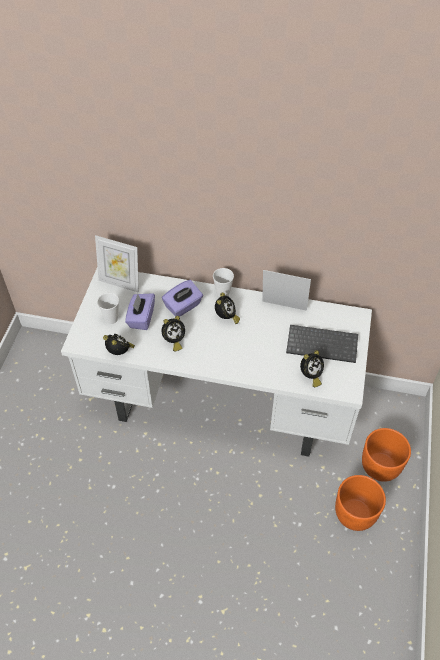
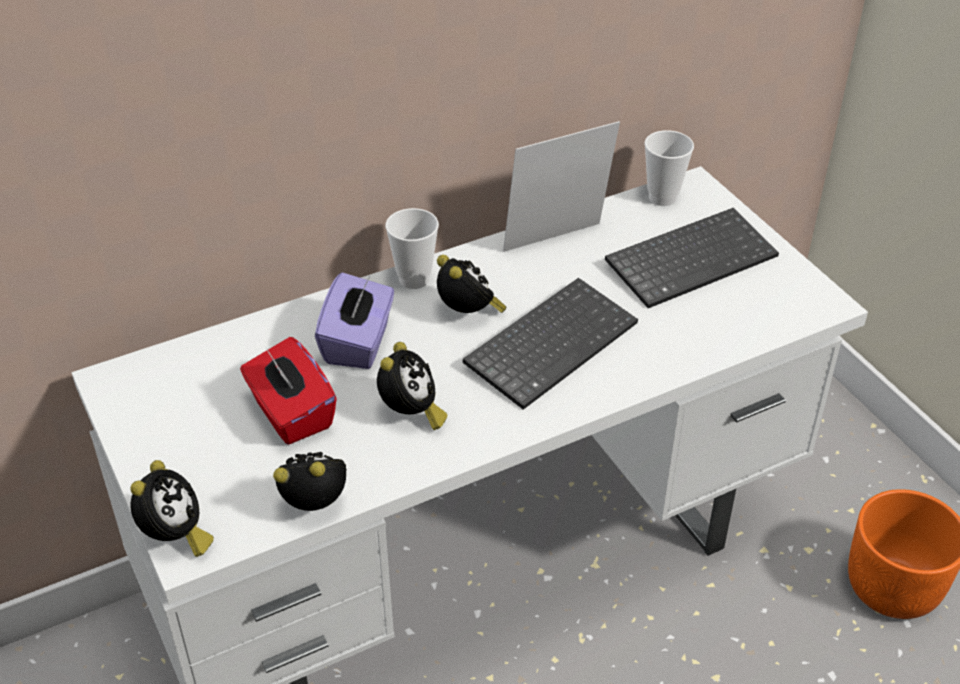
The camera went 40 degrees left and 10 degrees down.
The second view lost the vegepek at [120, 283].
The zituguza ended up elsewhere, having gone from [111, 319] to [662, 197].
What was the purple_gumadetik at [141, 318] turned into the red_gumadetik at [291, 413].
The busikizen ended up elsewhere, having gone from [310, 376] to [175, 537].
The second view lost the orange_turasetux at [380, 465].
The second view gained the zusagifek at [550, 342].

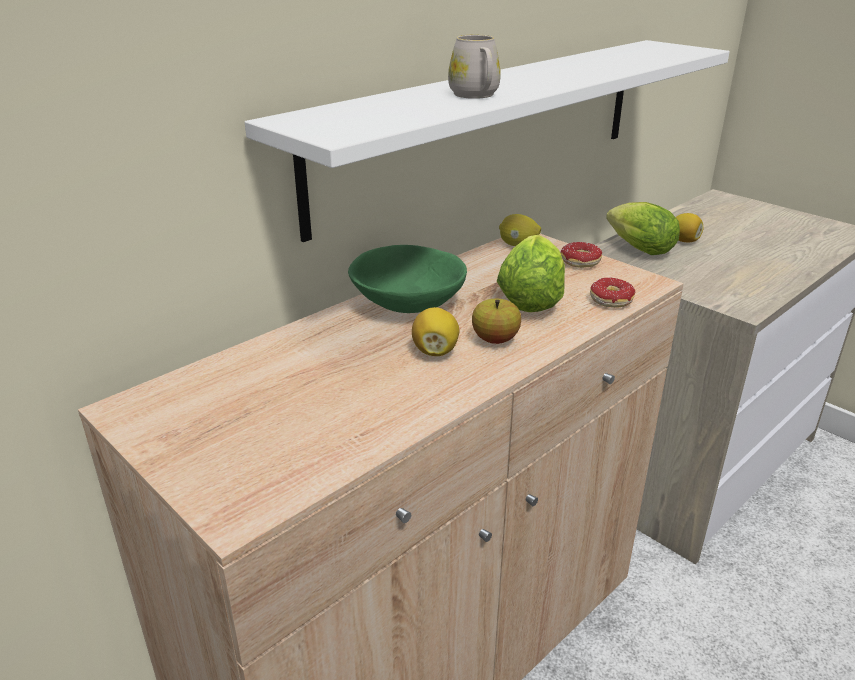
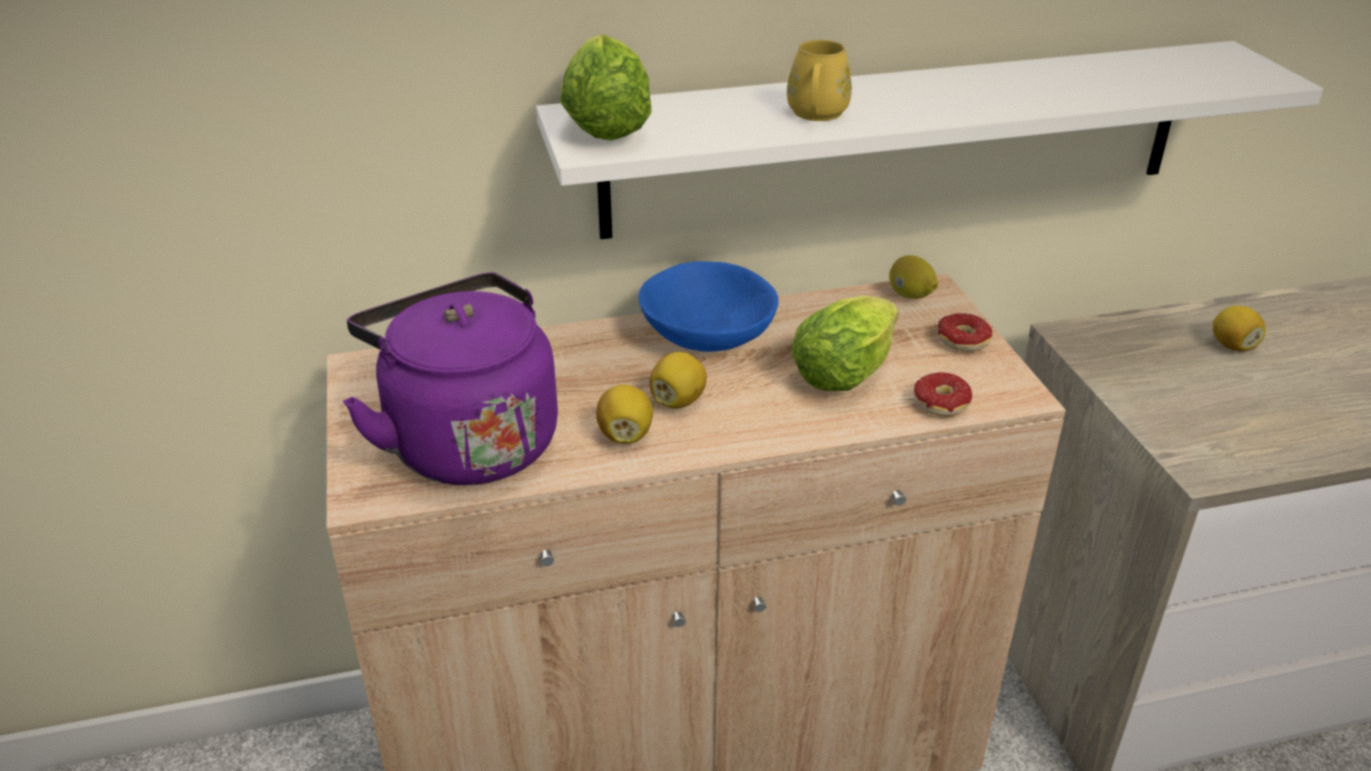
The camera went 30 degrees right and 5 degrees up.
What was the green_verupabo at [406, 302] turned into the blue_verupabo at [706, 334].
What was the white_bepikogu at [476, 96] turned into the yellow_bepikogu at [816, 115].
The second view lost the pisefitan at [495, 339].
The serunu ended up elsewhere, having gone from [636, 248] to [605, 124].
The second view gained the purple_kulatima at [467, 440].
The second view gained the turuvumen at [625, 435].

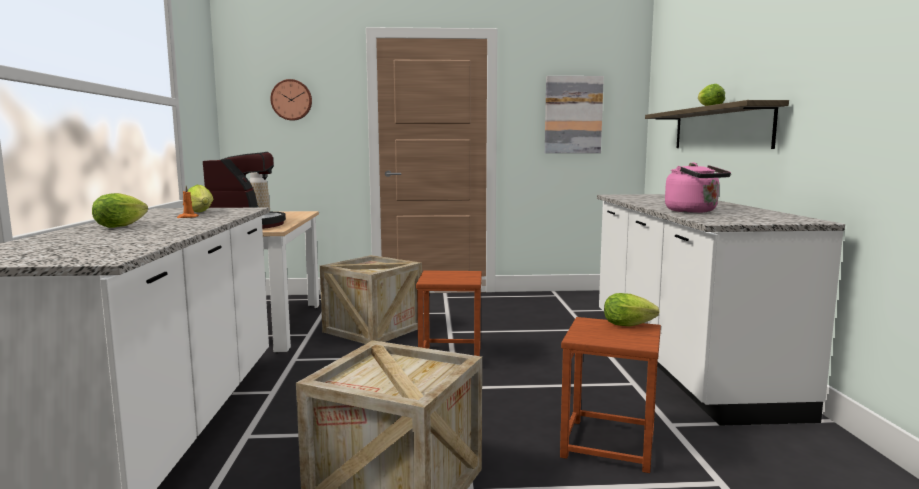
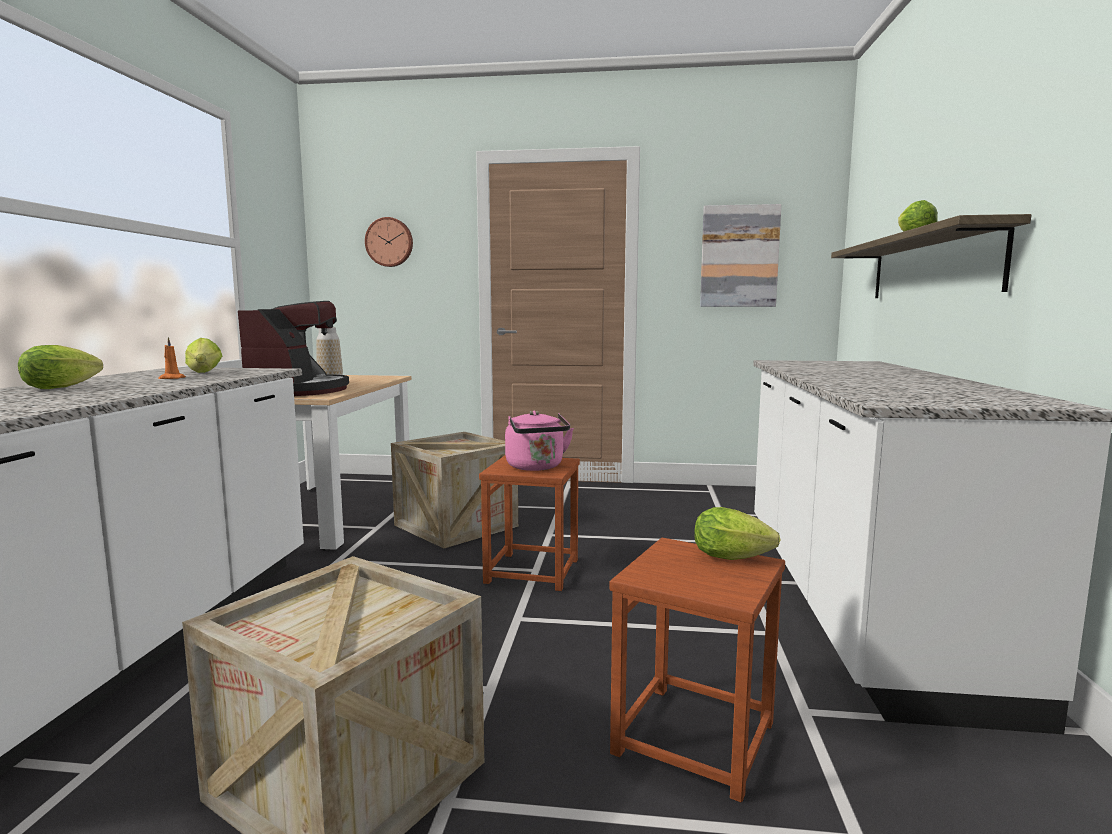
The camera went 10 degrees right and 0 degrees up.
The pink_kulatima ended up elsewhere, having gone from [694, 211] to [536, 467].

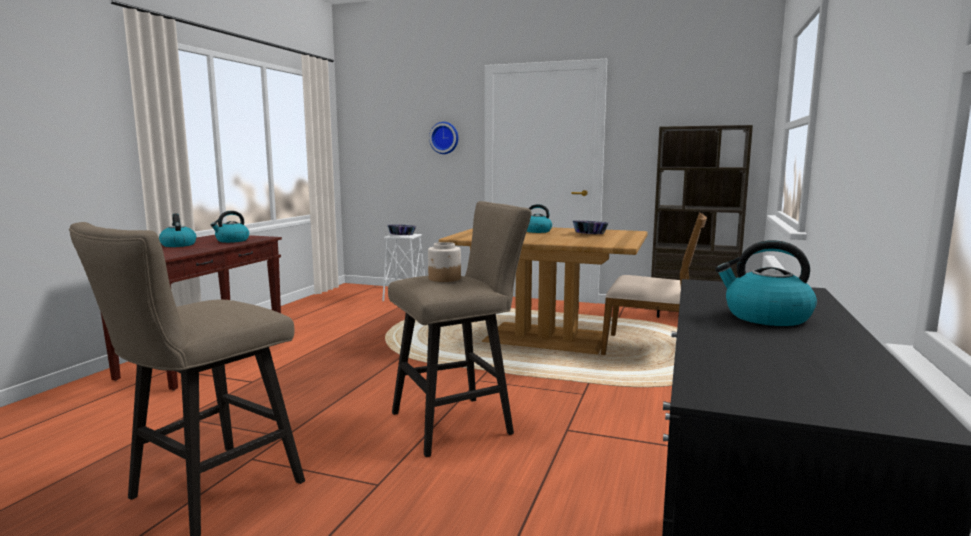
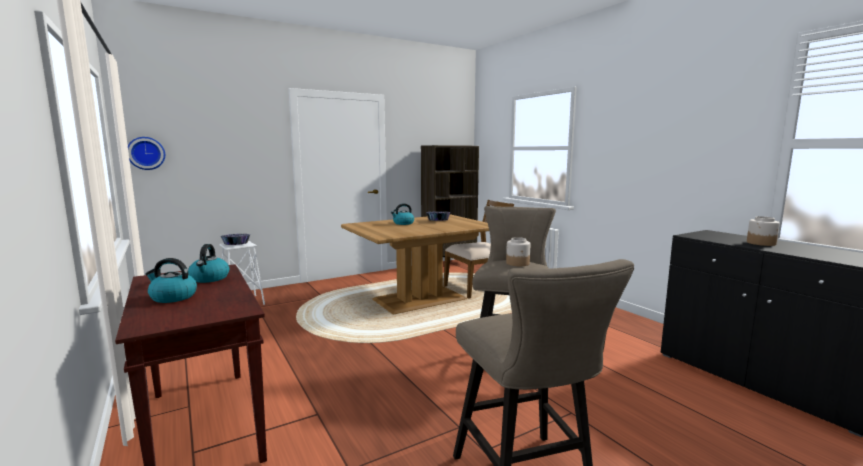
The camera went 50 degrees left and 0 degrees up.
The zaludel ended up elsewhere, having gone from [444, 138] to [146, 153].
Where the kulatima stood at [765, 317], the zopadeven came to stand at [761, 243].

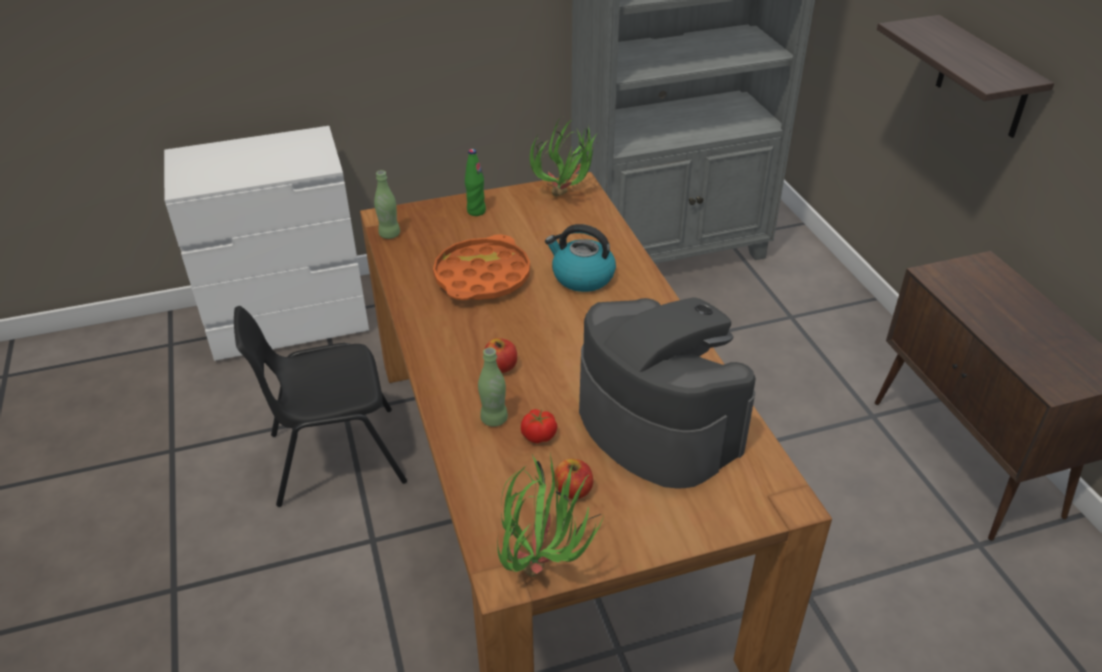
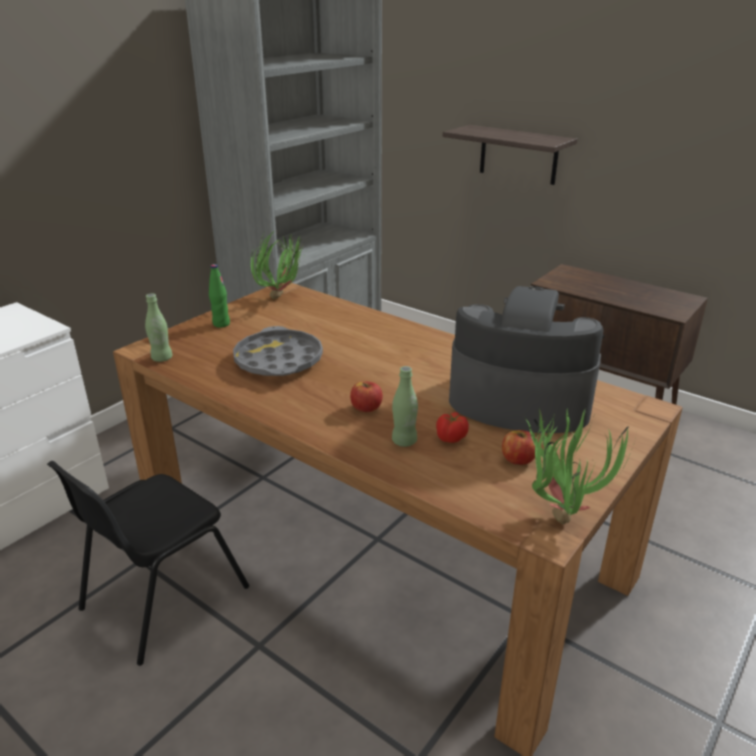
The camera went 35 degrees left and 10 degrees down.
What was the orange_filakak at [482, 277] turned into the grey_filakak at [278, 360].
The second view lost the kulatima at [582, 277].

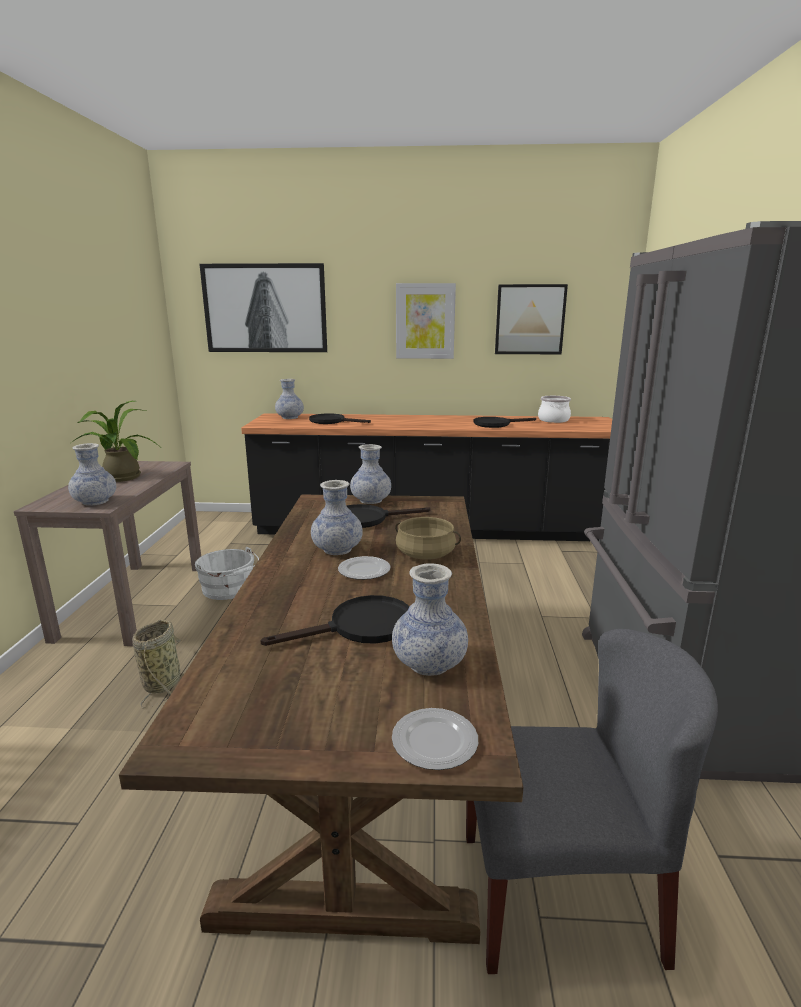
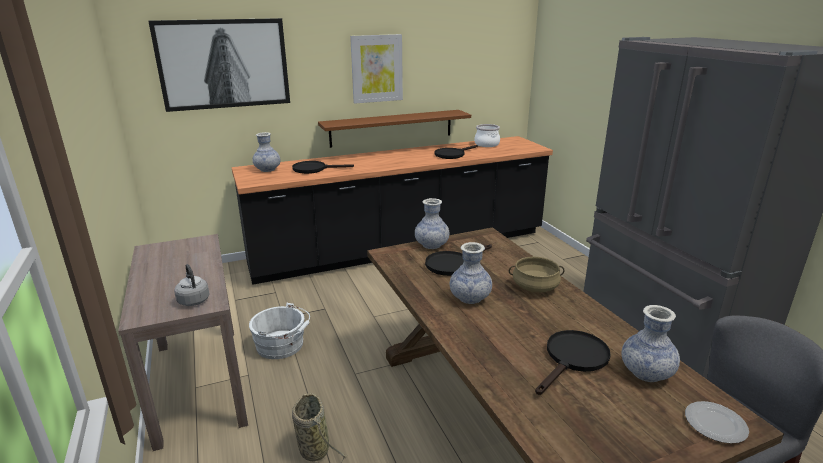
The camera went 25 degrees left and 5 degrees up.
Where the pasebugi stood at [95, 502], the grey_kulatima came to stand at [193, 300].
The second view lost the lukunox at [120, 476].
The second view lost the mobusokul at [364, 570].
The second view lost the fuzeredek at [530, 319].
The second view gained the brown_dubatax at [392, 128].

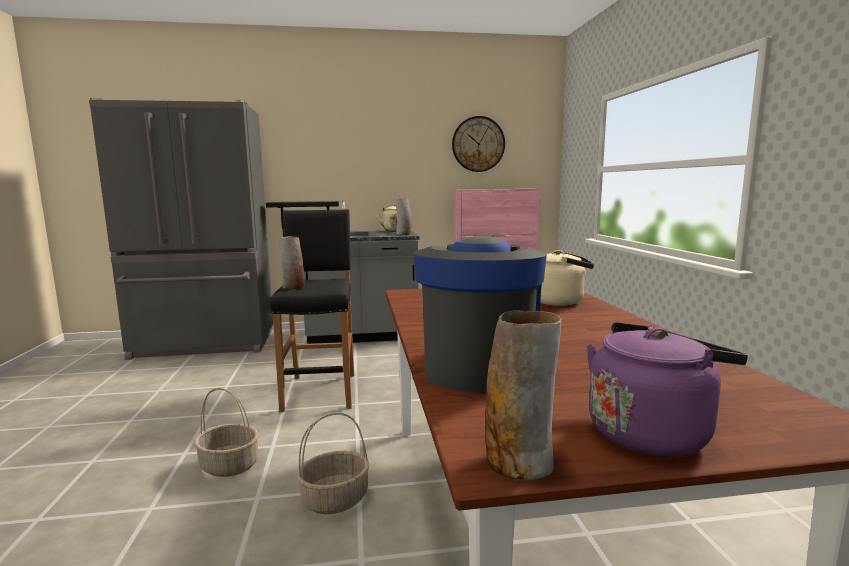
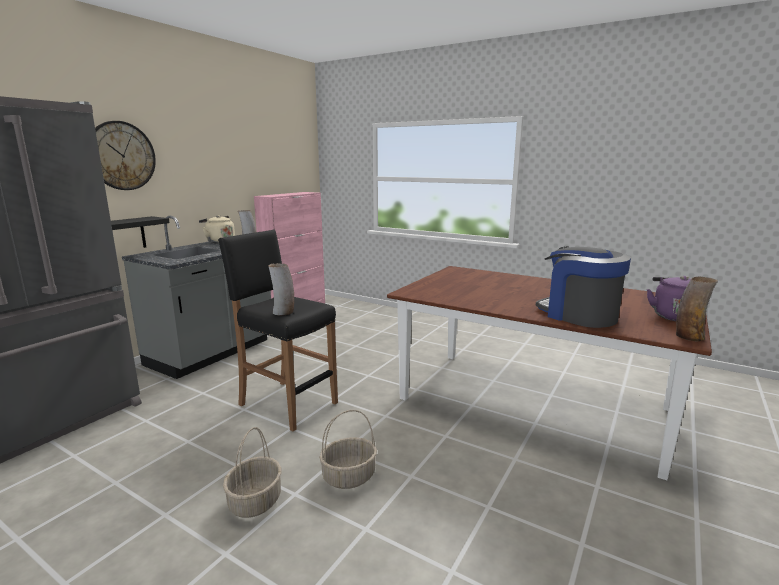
The camera went 50 degrees left and 5 degrees up.
The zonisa ended up elsewhere, having gone from [334, 500] to [255, 502].
The zaludel ended up elsewhere, having gone from [478, 144] to [121, 156].
The second view lost the beige_kulatima at [560, 301].

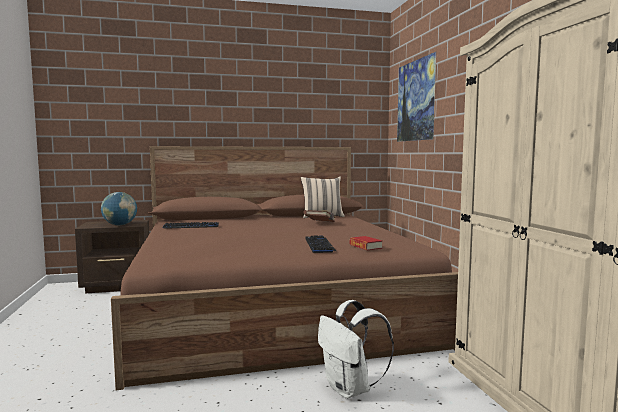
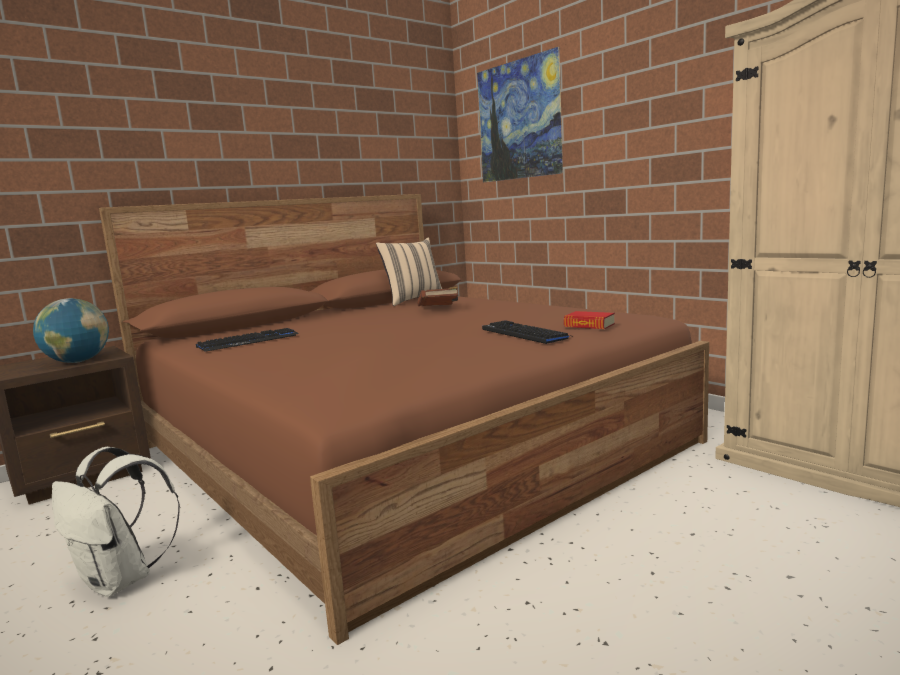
The camera went 25 degrees left and 5 degrees up.
The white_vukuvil ended up elsewhere, having gone from [350, 389] to [121, 580].

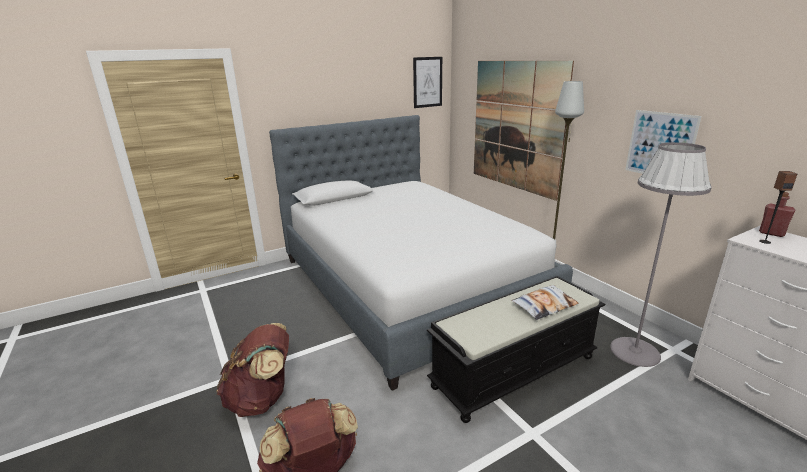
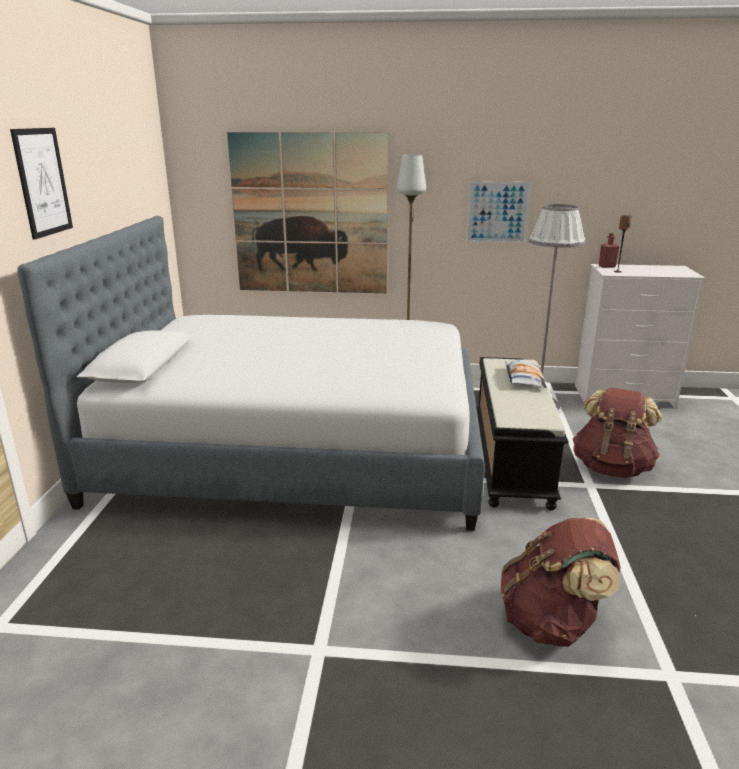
The camera went 55 degrees left and 0 degrees up.
The brown_vukuvil ended up elsewhere, having gone from [262, 398] to [611, 468].
The fuzeredek ended up elsewhere, having gone from [427, 82] to [42, 182].

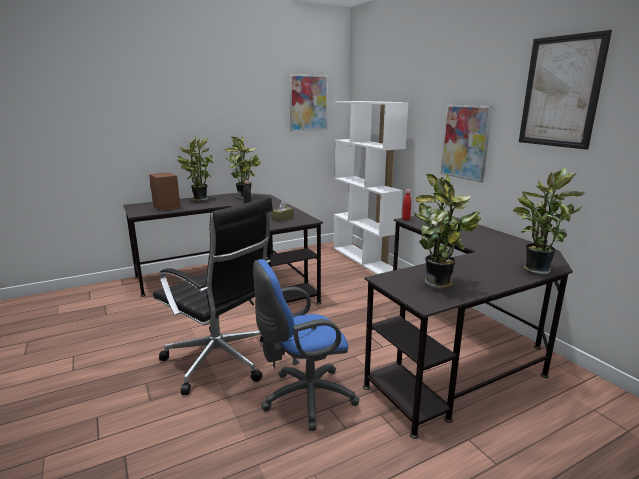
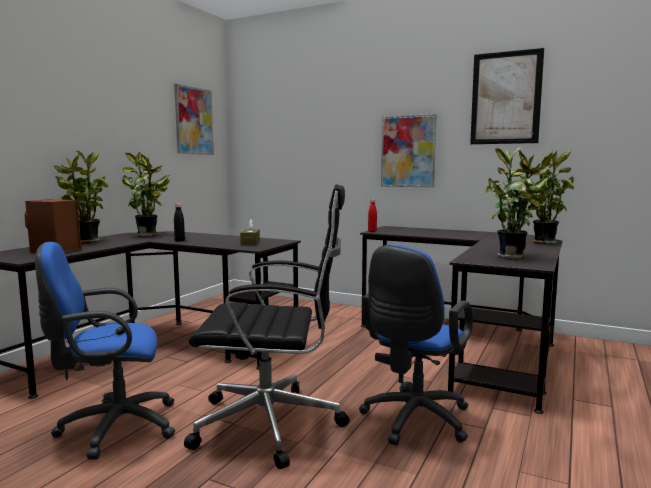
The camera went 35 degrees left and 10 degrees down.
The second view lost the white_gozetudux at [364, 259].
The second view gained the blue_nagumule at [112, 428].

